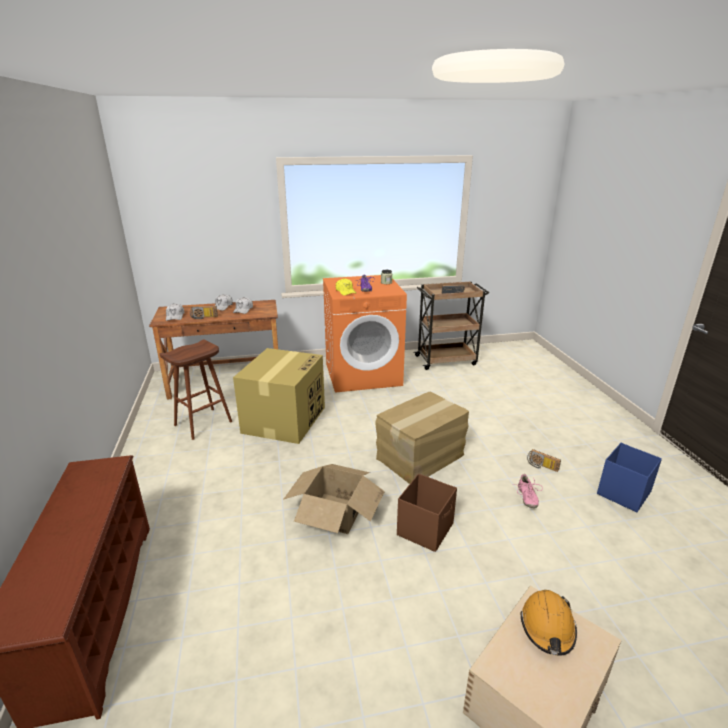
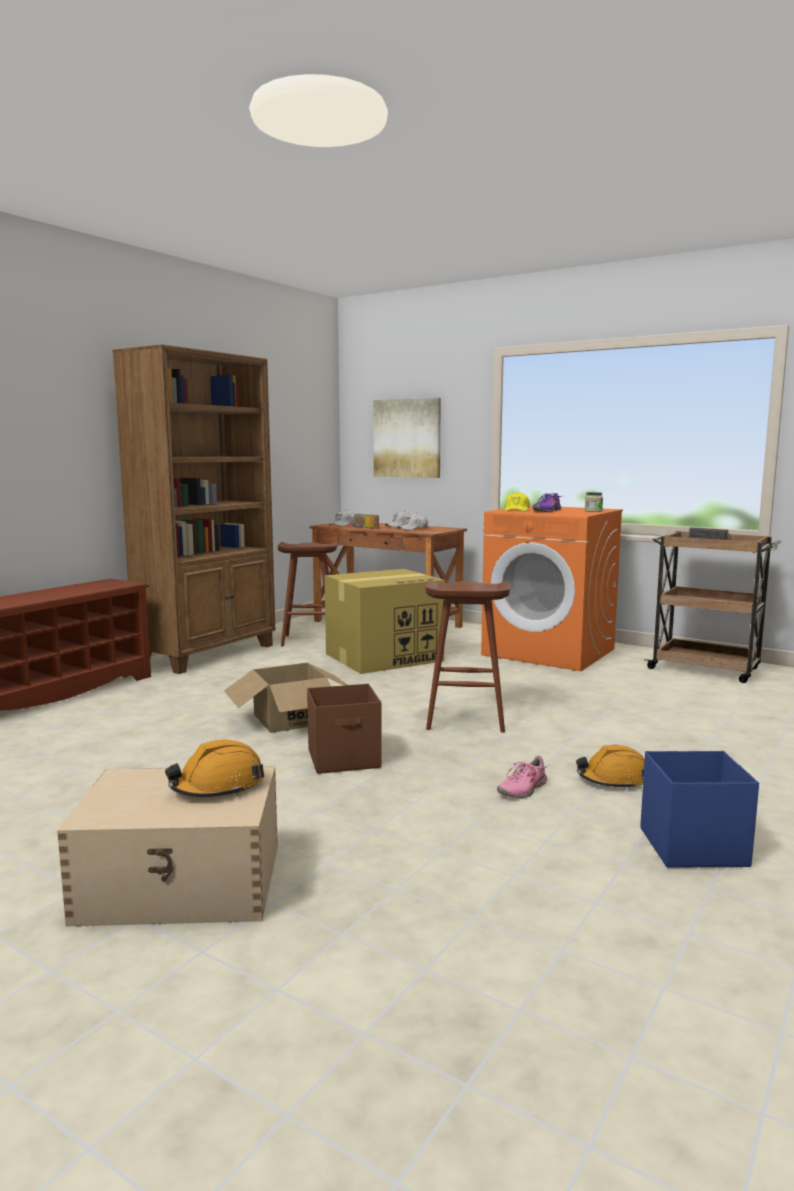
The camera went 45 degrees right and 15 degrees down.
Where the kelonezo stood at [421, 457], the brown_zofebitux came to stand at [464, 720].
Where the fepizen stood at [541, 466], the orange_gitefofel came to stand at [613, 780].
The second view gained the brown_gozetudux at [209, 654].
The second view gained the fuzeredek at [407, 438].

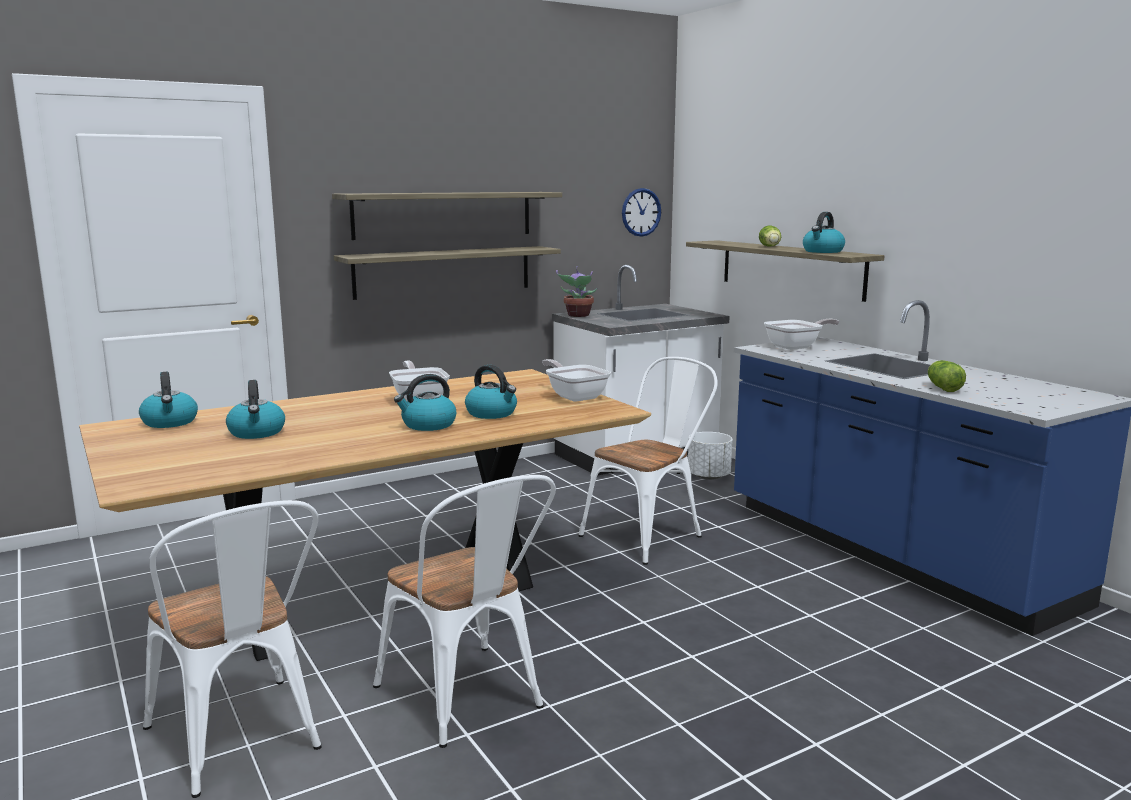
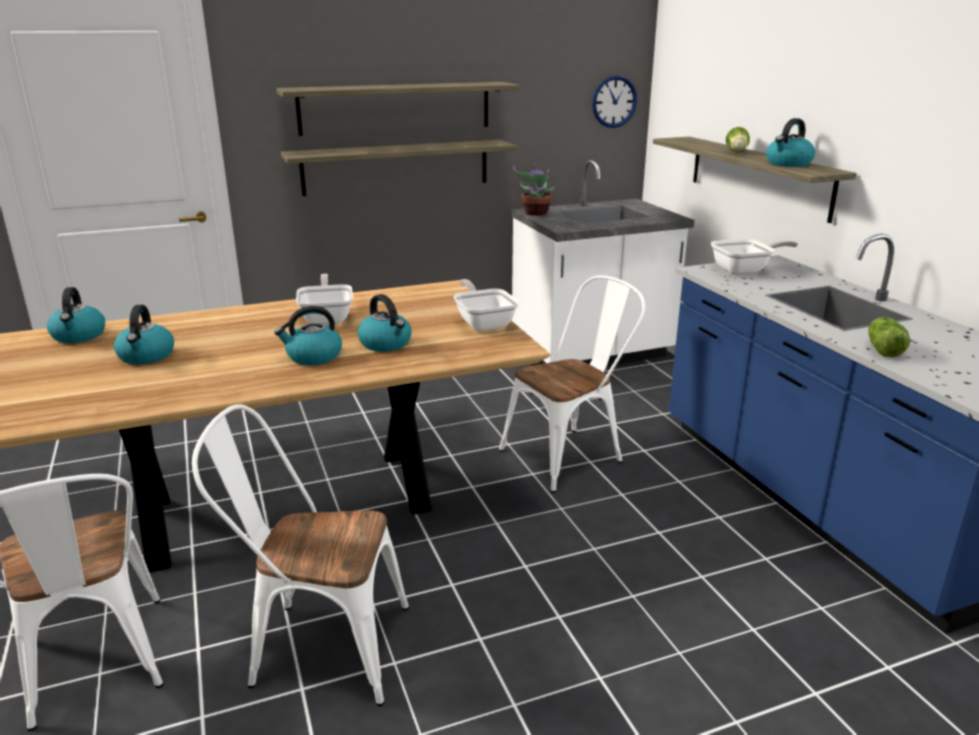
The camera went 10 degrees right and 10 degrees up.
The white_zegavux at [468, 701] ended up facing another way, 120 degrees clockwise from before.
The second view lost the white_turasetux at [709, 476].

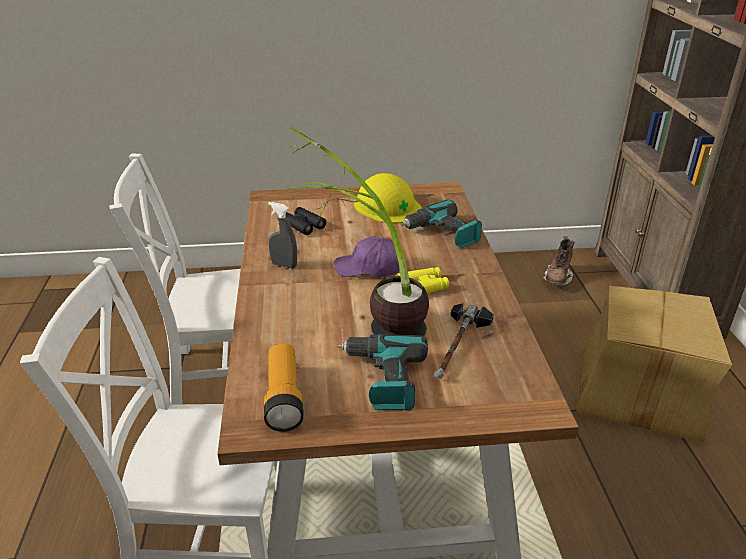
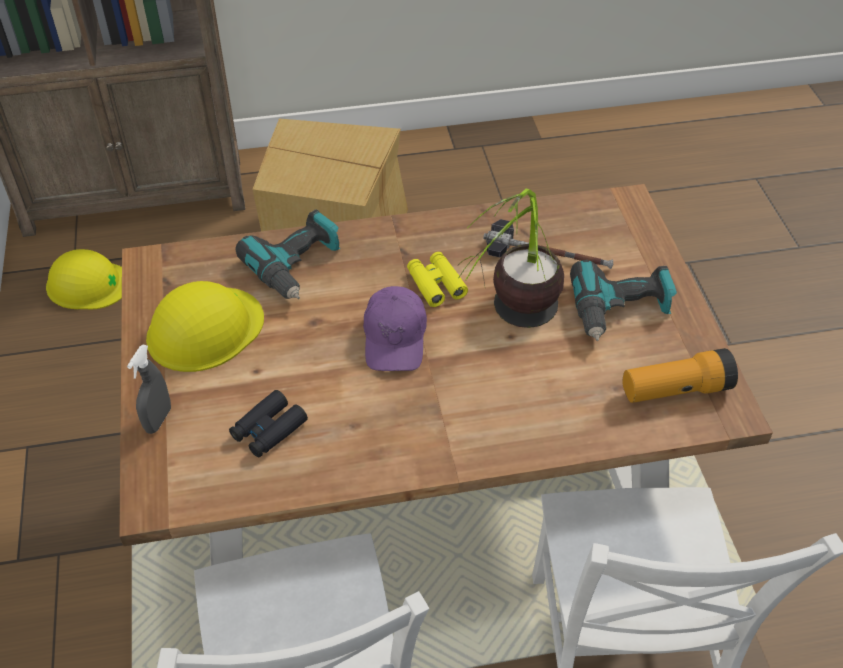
The camera went 95 degrees left and 15 degrees up.
The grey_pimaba ended up elsewhere, having gone from [284, 265] to [158, 420].
Where the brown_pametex stood at [557, 279], the yellow_gitefofel came to stand at [87, 284].

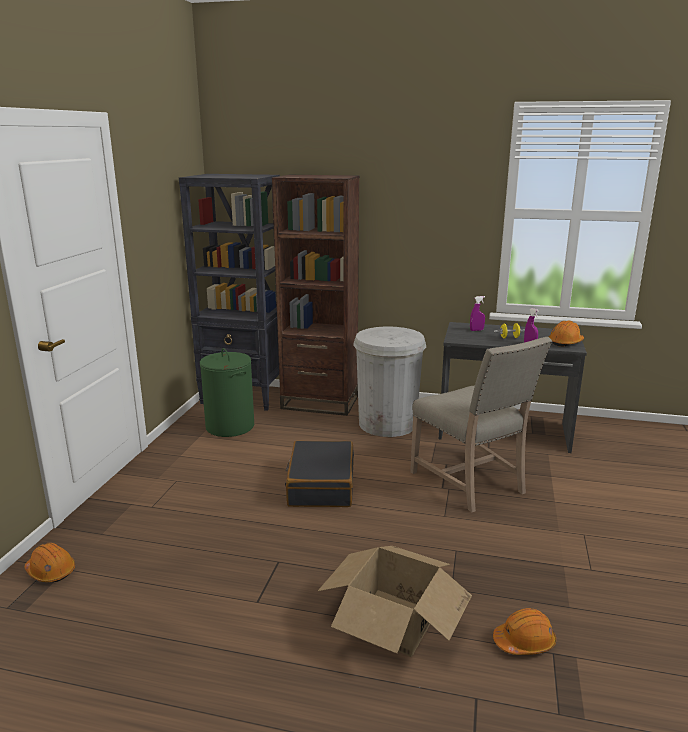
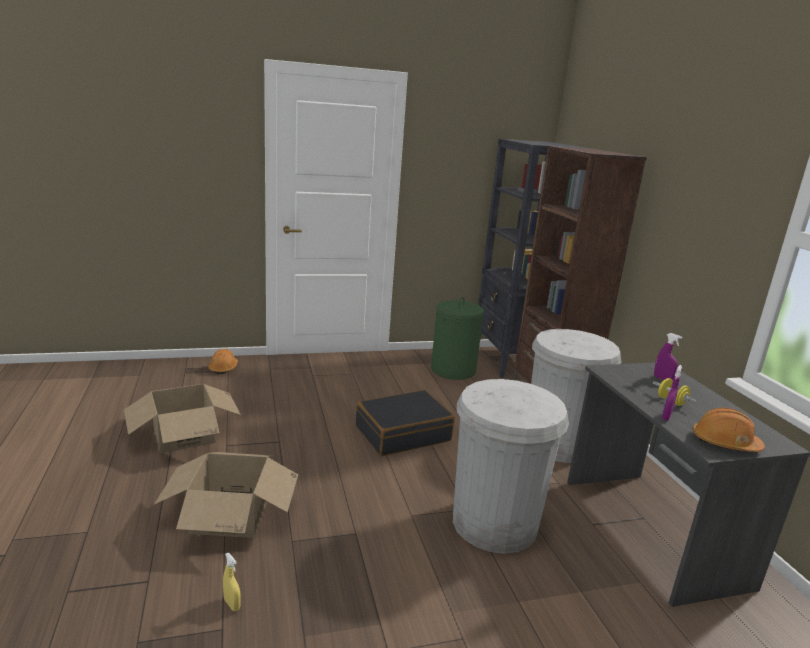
The camera went 60 degrees right and 0 degrees up.
Where the beige_zegavux stood at [471, 483], the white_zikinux came to stand at [494, 523].
Where the orange_gitefofel stood at [524, 642], the yellow_pimaba came to stand at [232, 604].
The second view gained the kelonezo at [184, 435].

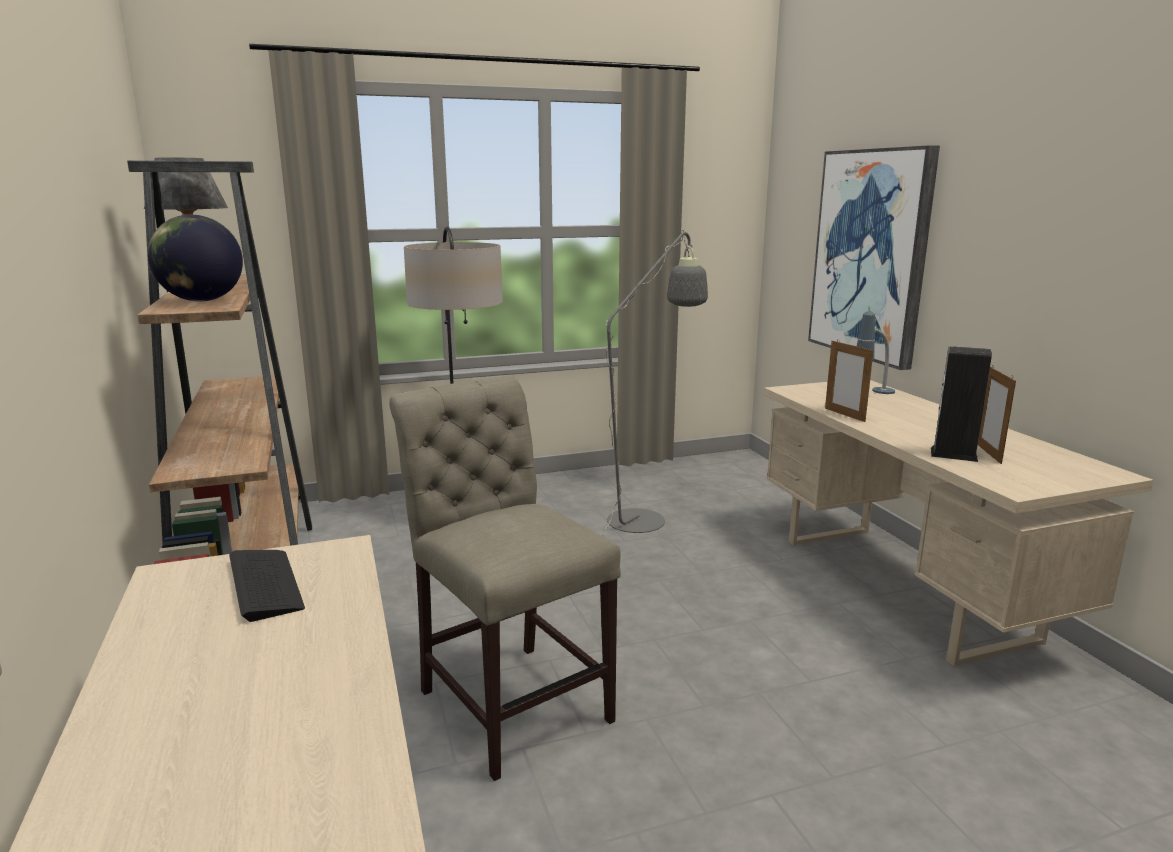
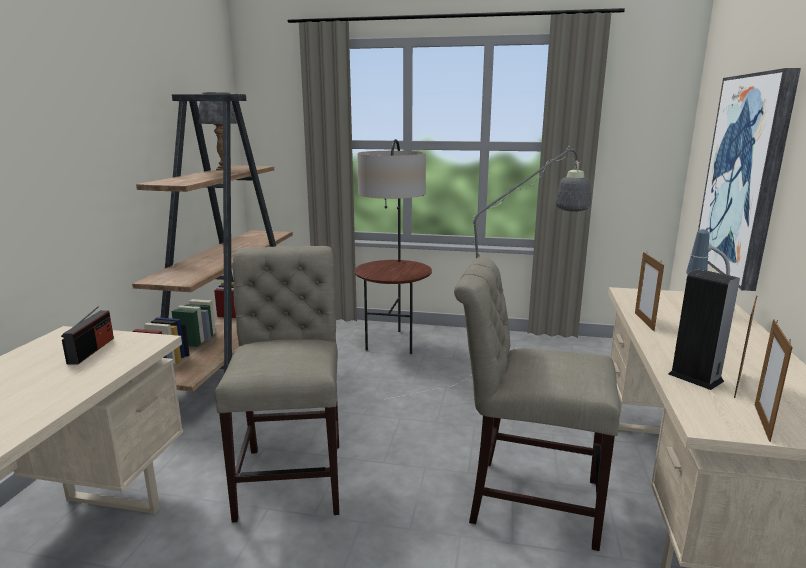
The camera went 30 degrees right and 0 degrees up.
The second view lost the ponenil at [202, 300].
Where the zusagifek stood at [265, 584], the fepizen came to stand at [91, 350].
The second view gained the beige_zegavux at [526, 498].
The second view gained the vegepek at [762, 422].

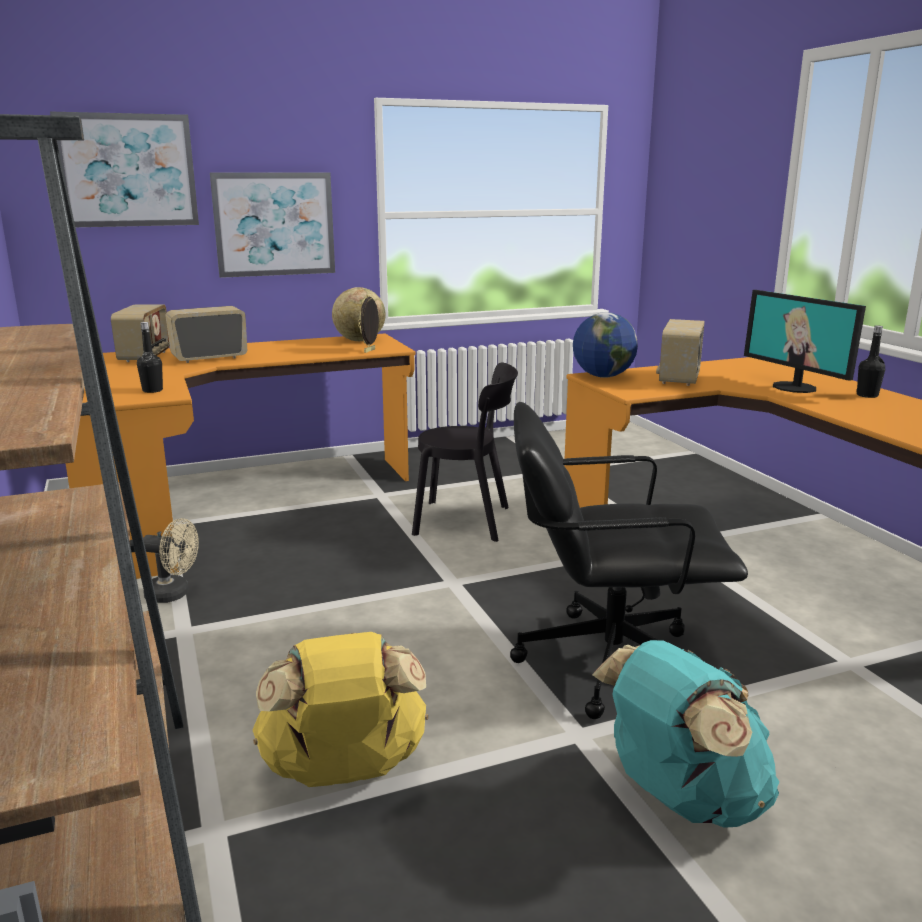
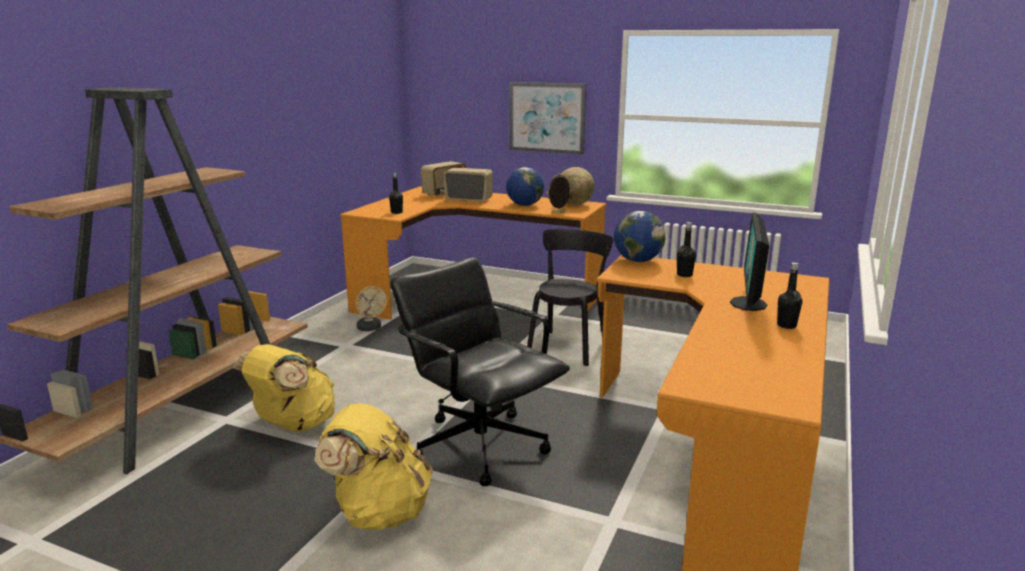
The camera went 45 degrees right and 0 degrees up.
The second view lost the fuzeredek at [127, 170].
The black_zegavux at [467, 521] ended up facing another way, 120 degrees counterclockwise from before.
What was the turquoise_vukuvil at [681, 798] turned into the yellow_vukuvil at [379, 512].
Where the fepizen stood at [678, 378], the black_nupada came to stand at [684, 275].
The second view gained the ponenil at [525, 205].

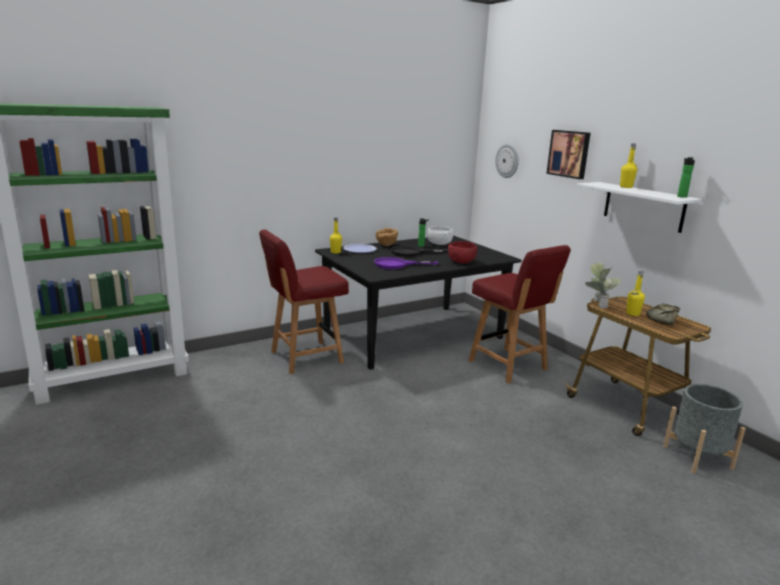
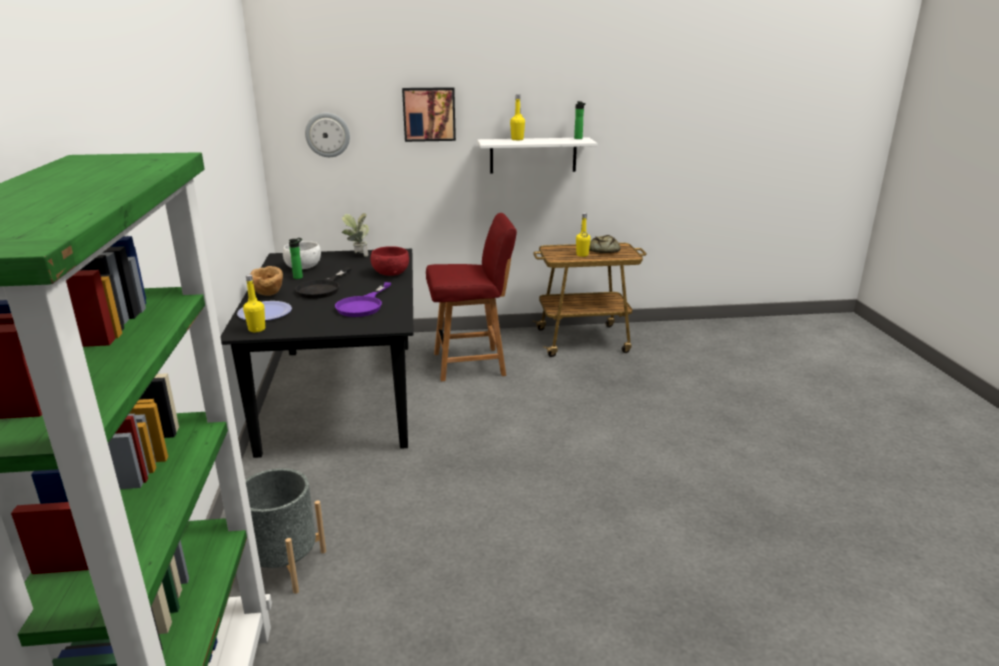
The camera went 65 degrees left and 5 degrees up.
The second view lost the red_zegavux at [304, 357].
The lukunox ended up elsewhere, having gone from [597, 305] to [358, 255].
The grey_turasetux ended up elsewhere, having gone from [697, 457] to [284, 566].

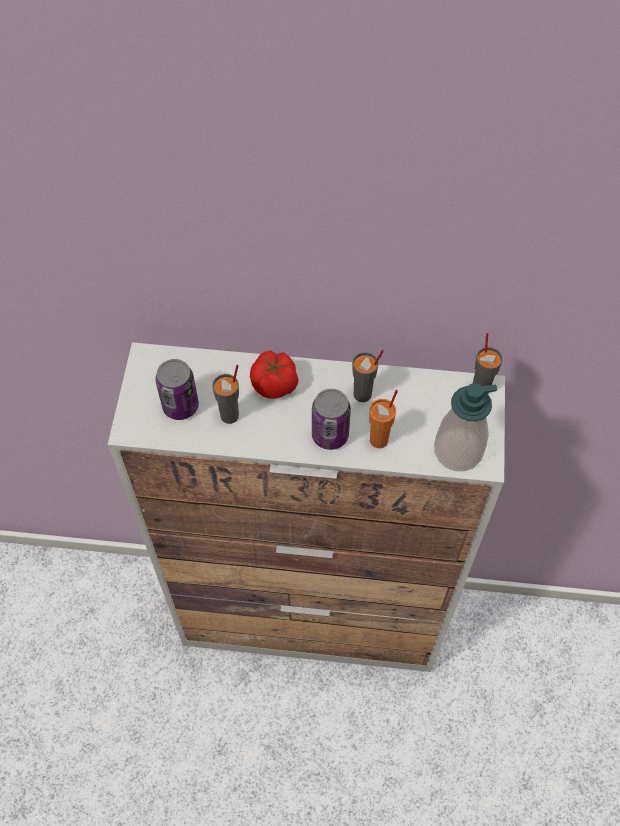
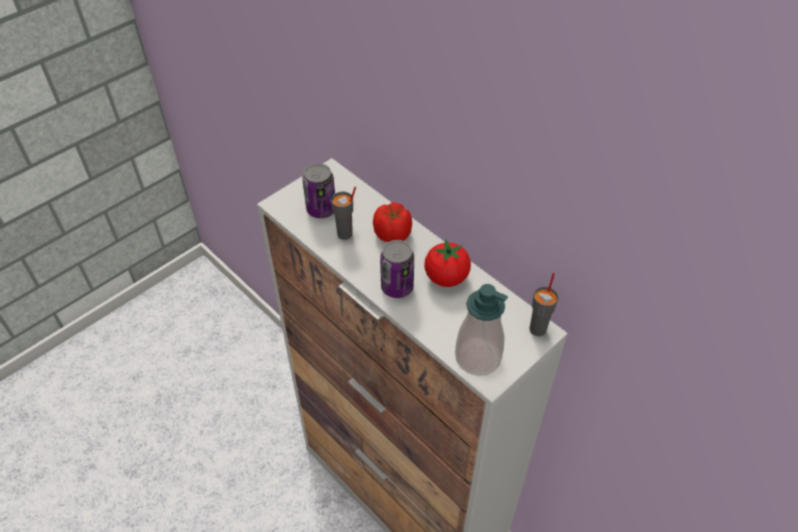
The camera went 40 degrees right and 10 degrees down.
Where the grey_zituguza stood at [363, 395], the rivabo came to stand at [446, 277].
The second view lost the orange_zituguza at [379, 440].

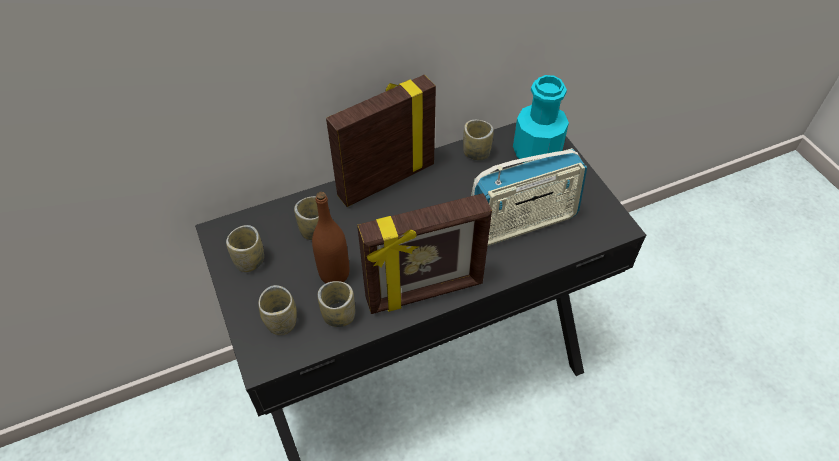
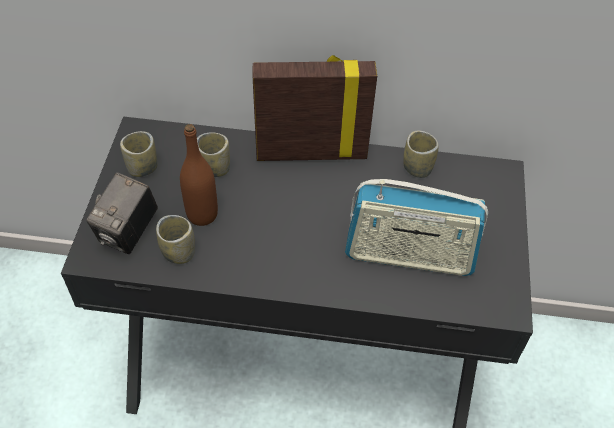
The camera went 30 degrees right and 0 degrees up.
Where the zituguza stood at [281, 322], the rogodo came to stand at [129, 232].
The second view lost the vegepek at [425, 293].
The second view lost the turquoise_nupada at [536, 152].

